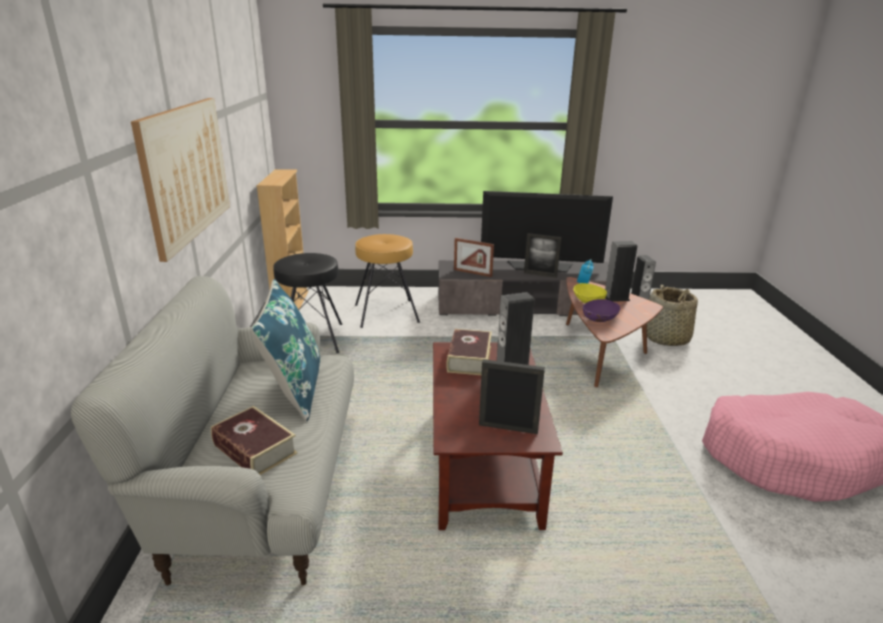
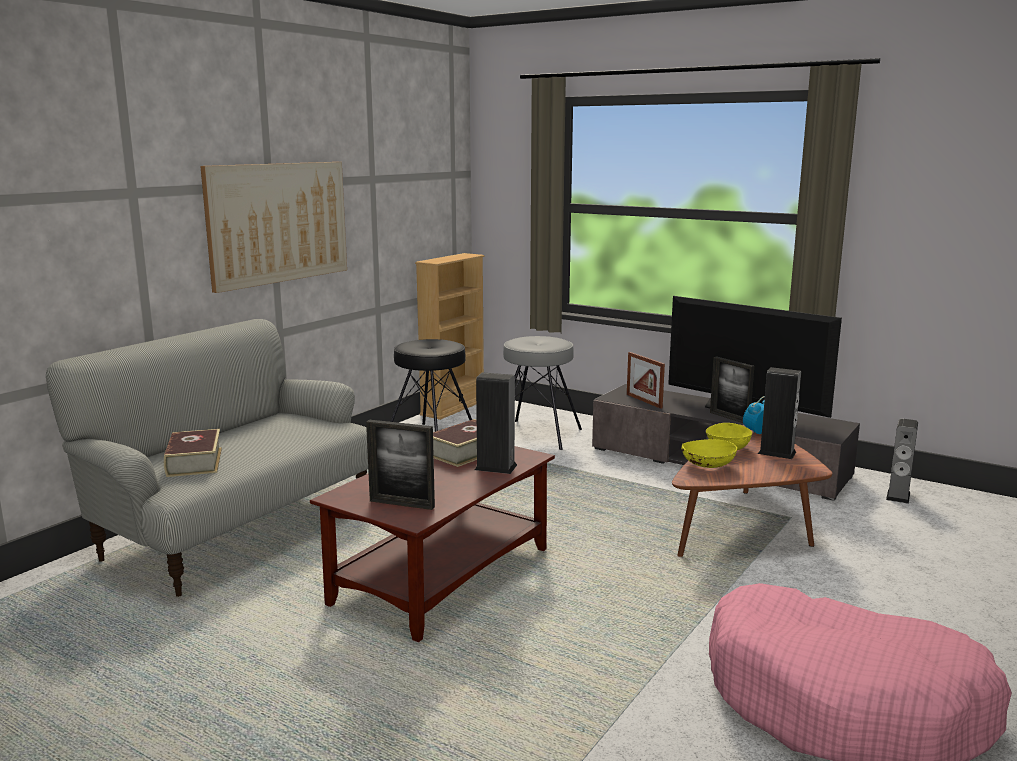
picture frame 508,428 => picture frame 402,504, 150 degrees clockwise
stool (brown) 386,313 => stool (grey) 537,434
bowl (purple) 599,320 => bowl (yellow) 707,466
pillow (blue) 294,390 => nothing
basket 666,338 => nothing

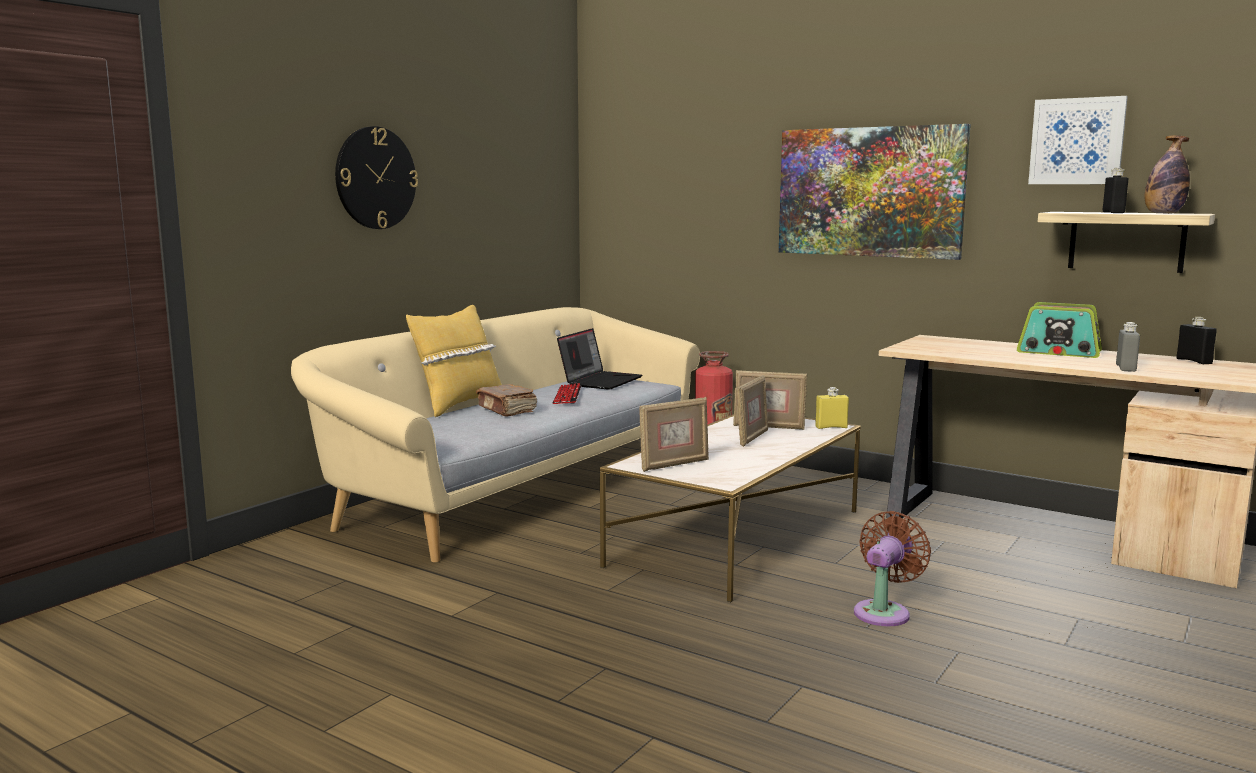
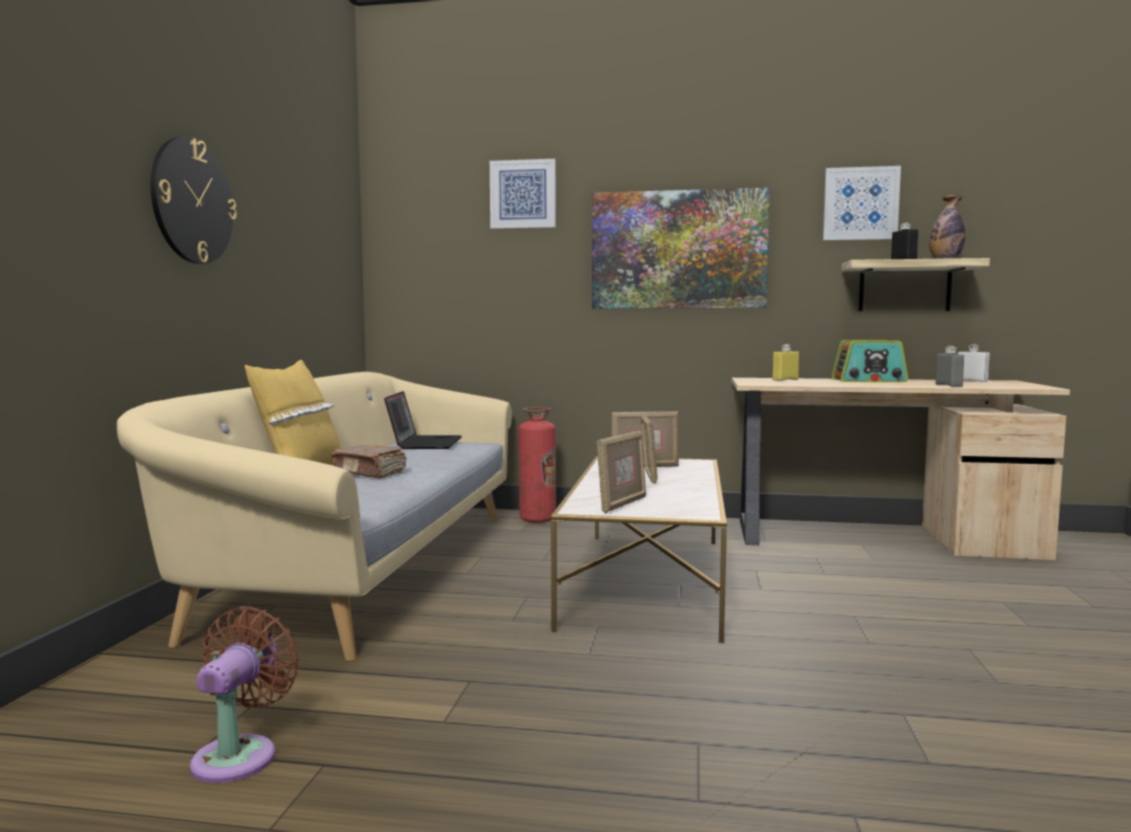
fan (brown) 884,612 => fan (brown) 240,755, moved
nothing => picture 523,194
bottle (yellow) 831,427 => bottle (yellow) 785,380, moved
bottle (black) 1194,361 => bottle (white) 971,381
keyboard 567,396 => nothing

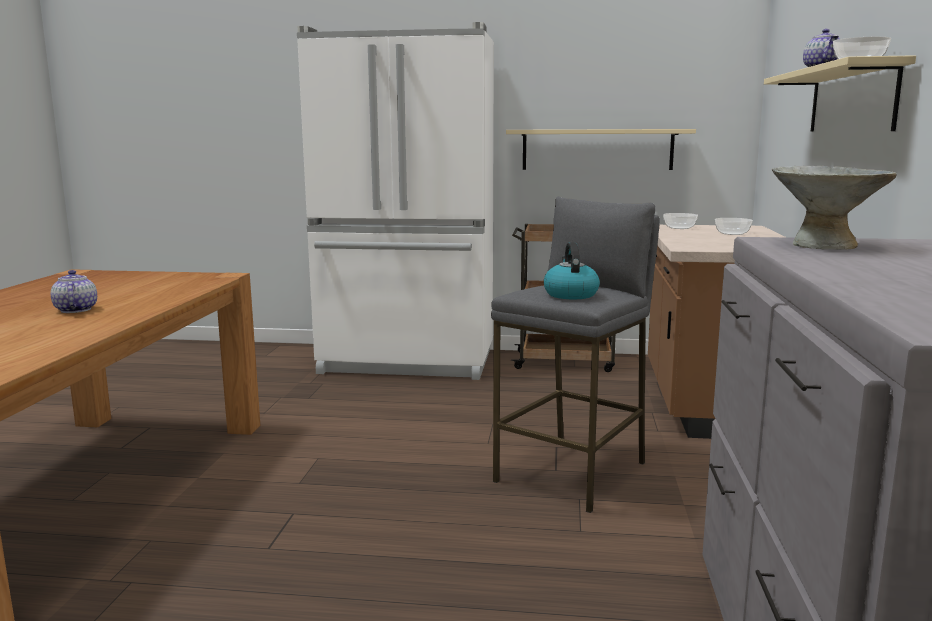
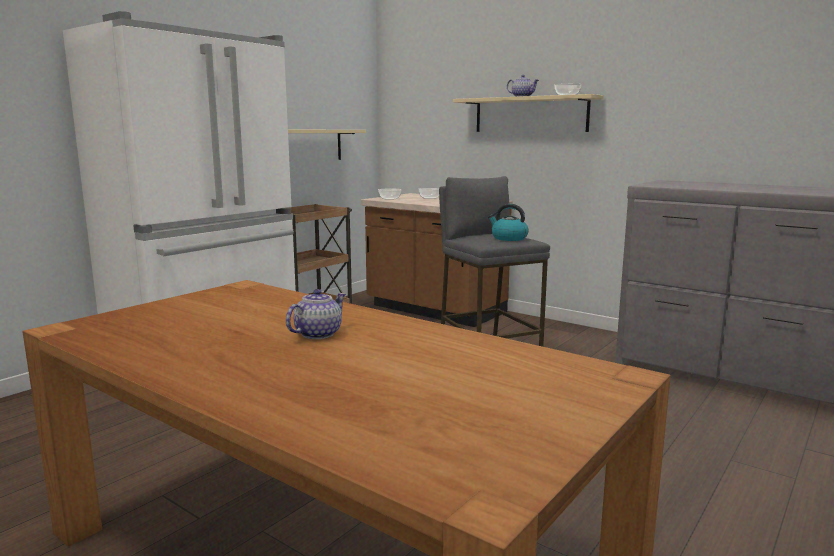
teapot 75,310 => teapot 318,334, 120 degrees clockwise
bowl (grey) 824,245 => nothing

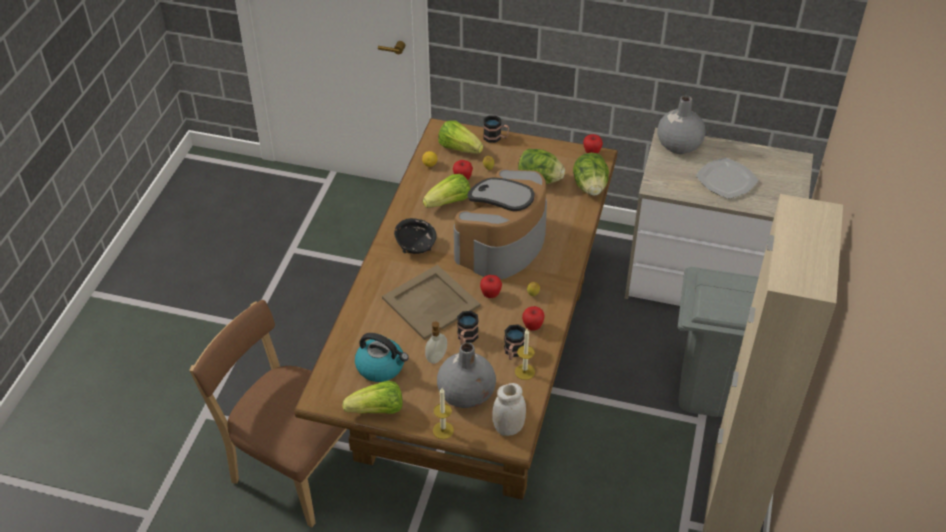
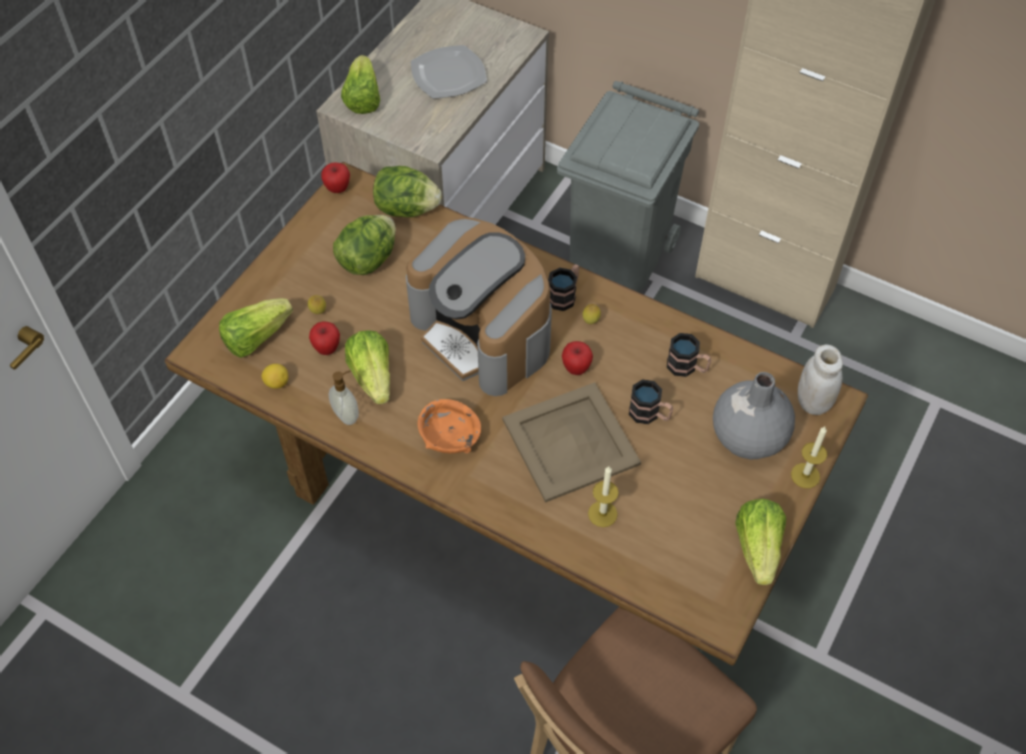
soap dispenser 437,358 => soap dispenser 347,415, moved
vase (grey) 678,145 => lettuce 363,98
bowl (black) 415,245 => bowl (orange) 449,438
mug 496,138 => mug 565,295, moved
candle 524,372 => candle 602,514, moved
kettle 381,367 => nothing
apple 532,326 => nothing

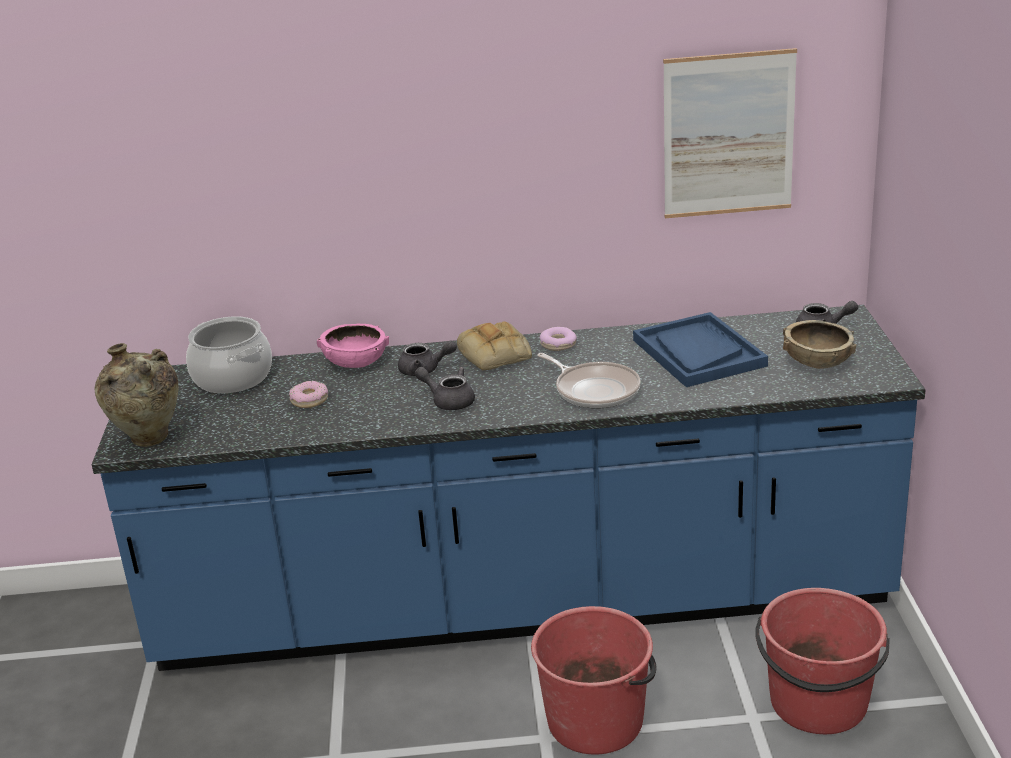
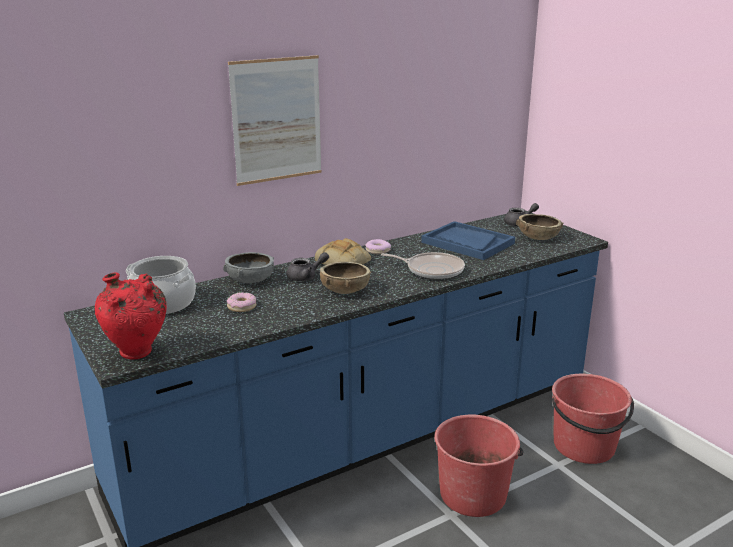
vase (beige) 149,441 => vase (red) 137,354
bowl (pink) 355,362 => bowl (grey) 250,280
picture 728,135 => picture 277,120, moved
teapot (grey) 449,401 => bowl (brown) 344,290

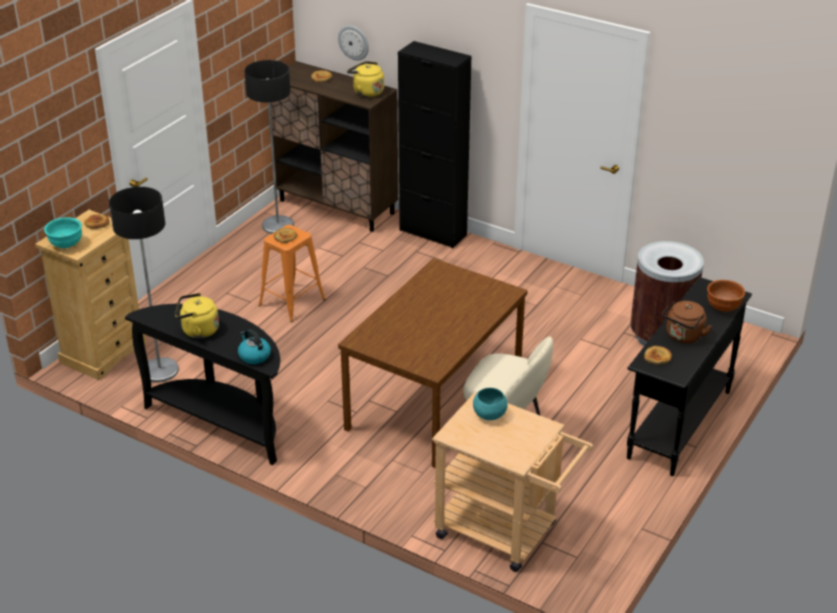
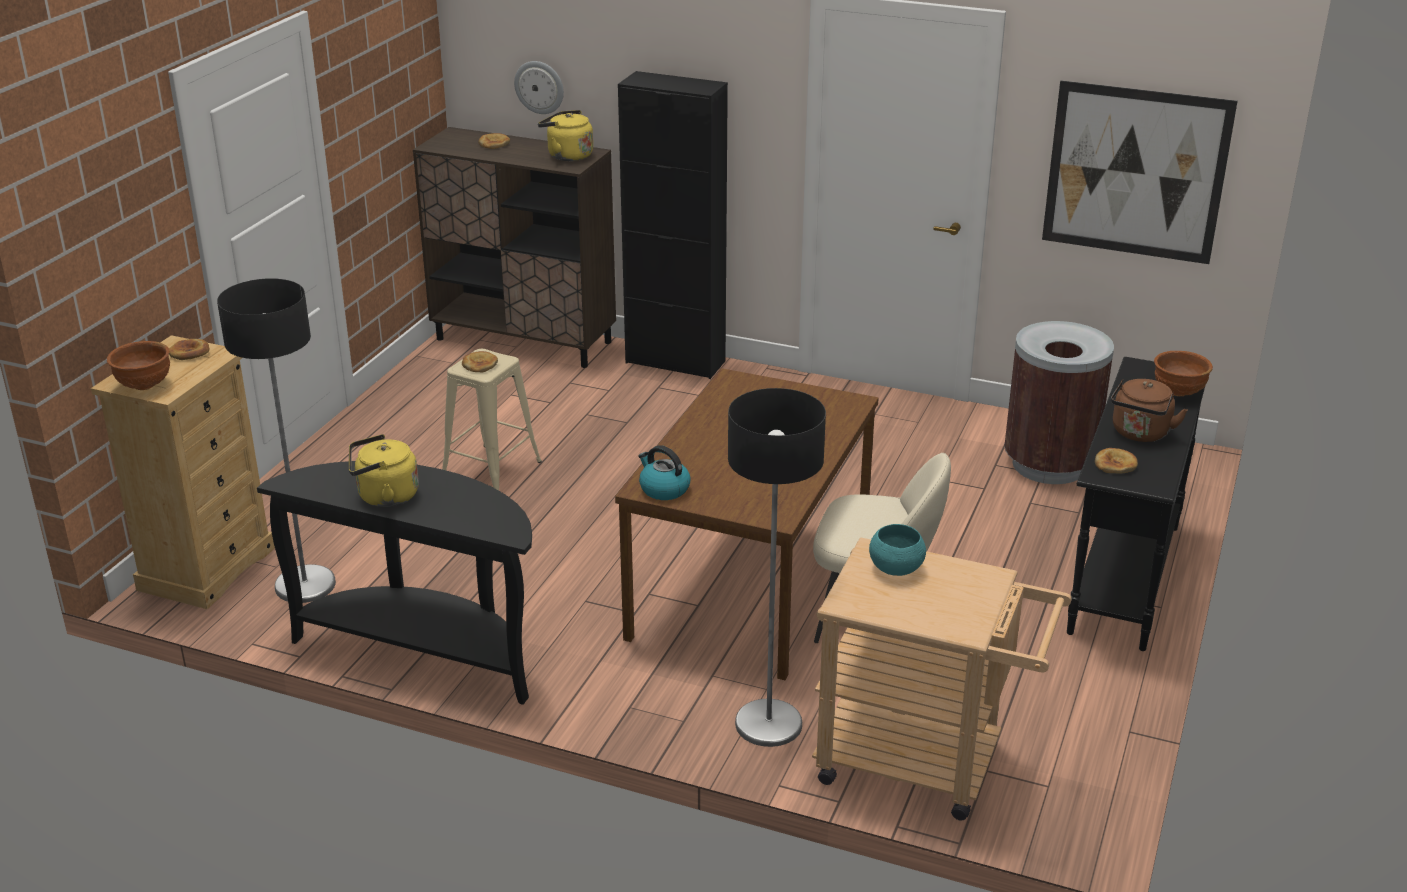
bowl (turquoise) 65,245 => bowl (brown) 143,385
stool (orange) 291,303 => stool (beige) 490,471
kettle 254,356 => kettle 663,489, moved
floor lamp 277,226 => floor lamp 768,724, moved
nothing => picture 1135,172

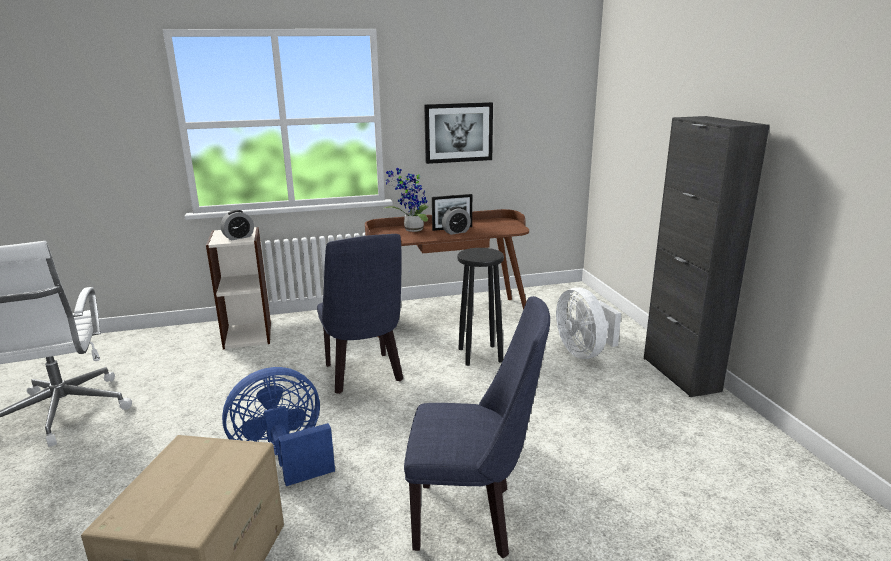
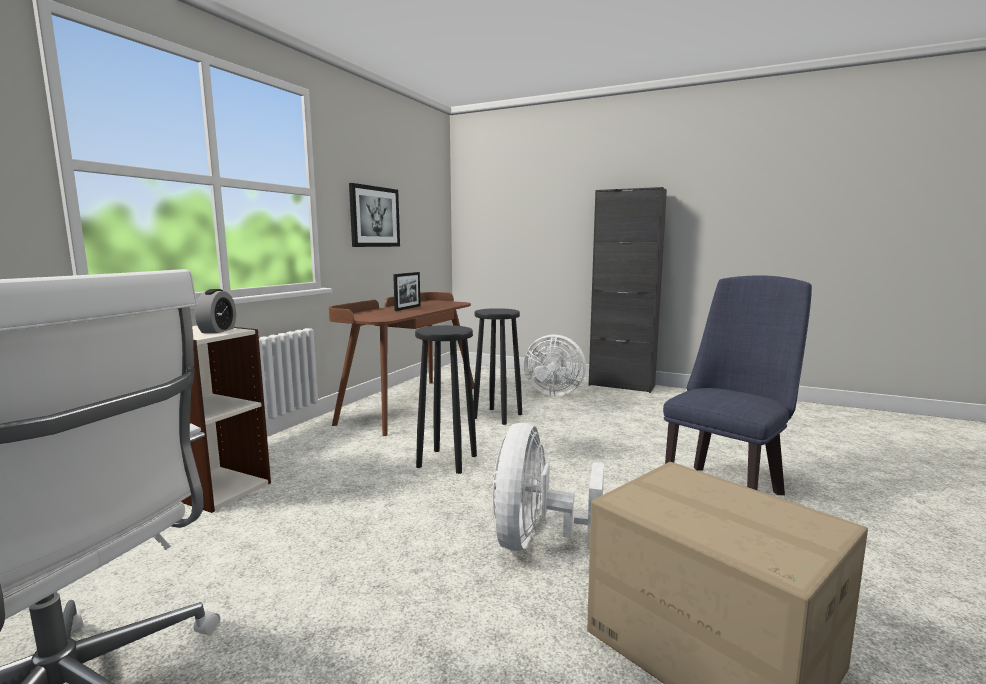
chair (blue) 365,376 => stool (black) 446,461
fan (blue) 284,457 => fan (white) 536,540
potted plant 411,230 => nothing
alarm clock 456,232 => nothing

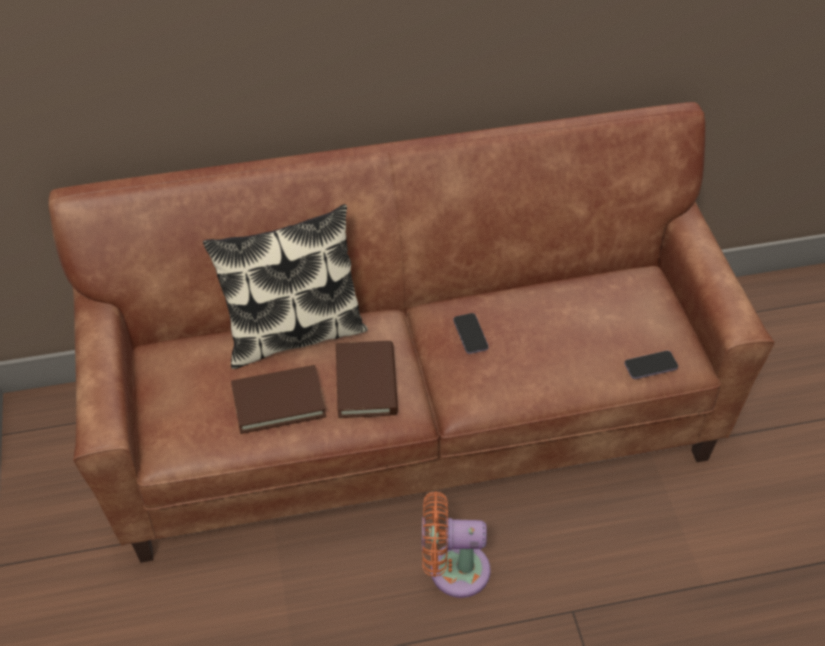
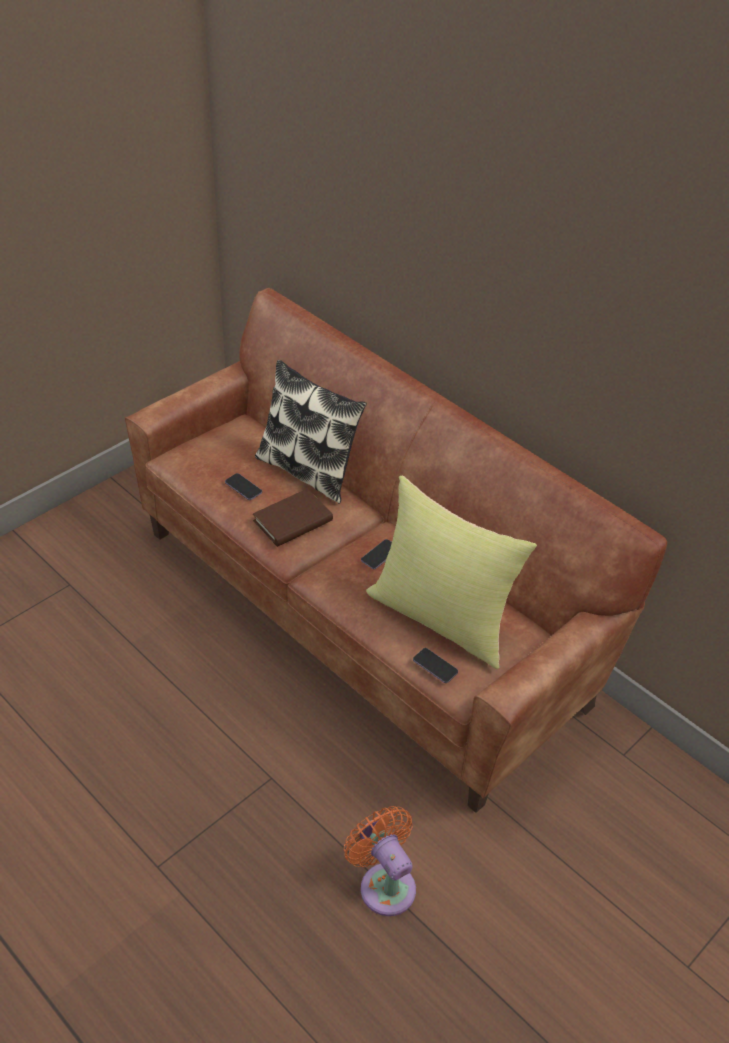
book (brown) 278,402 => phone 243,488
fan (orange) 452,570 => fan (orange) 384,884, moved
nothing => pillow (yellow) 442,617

